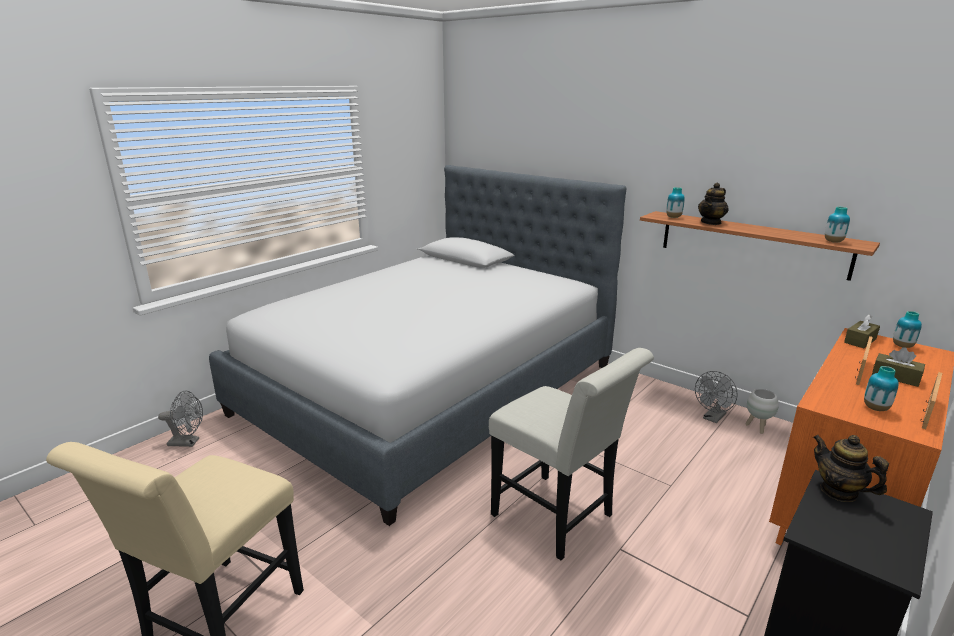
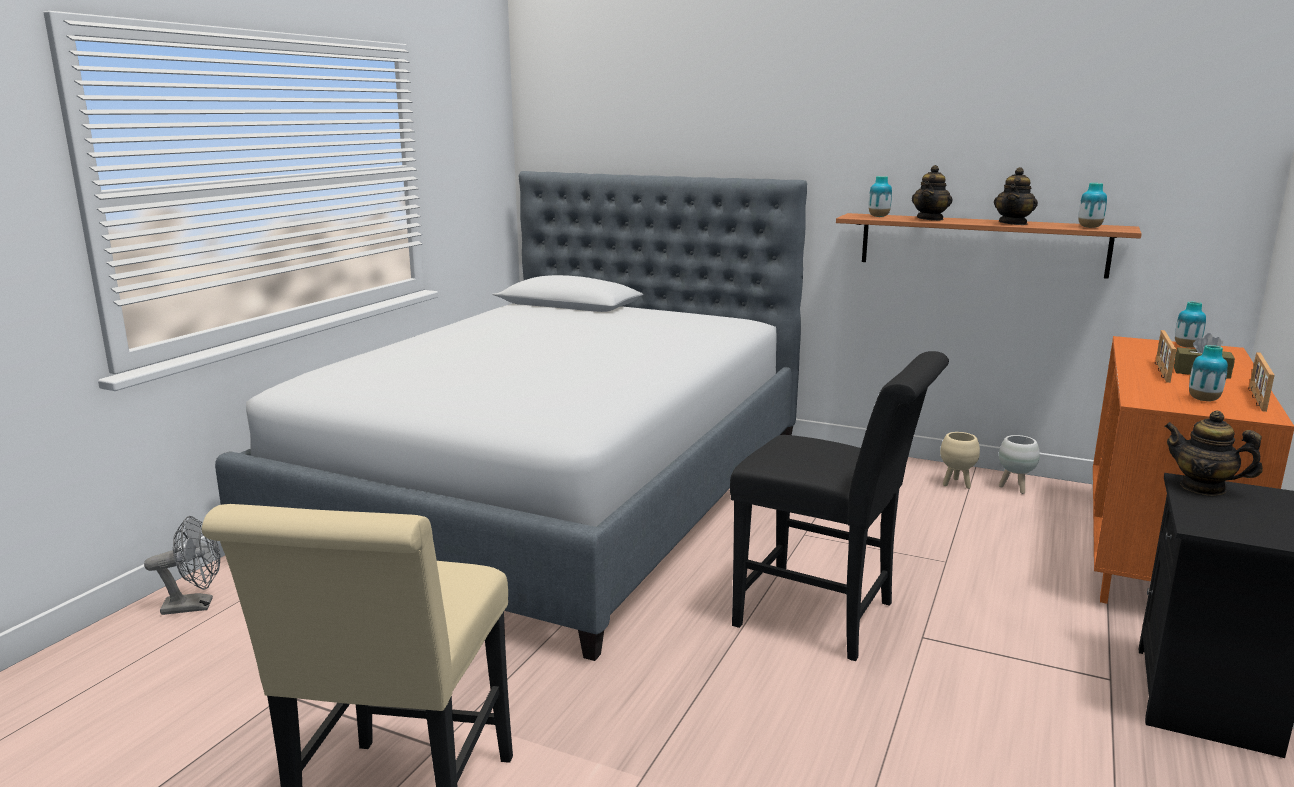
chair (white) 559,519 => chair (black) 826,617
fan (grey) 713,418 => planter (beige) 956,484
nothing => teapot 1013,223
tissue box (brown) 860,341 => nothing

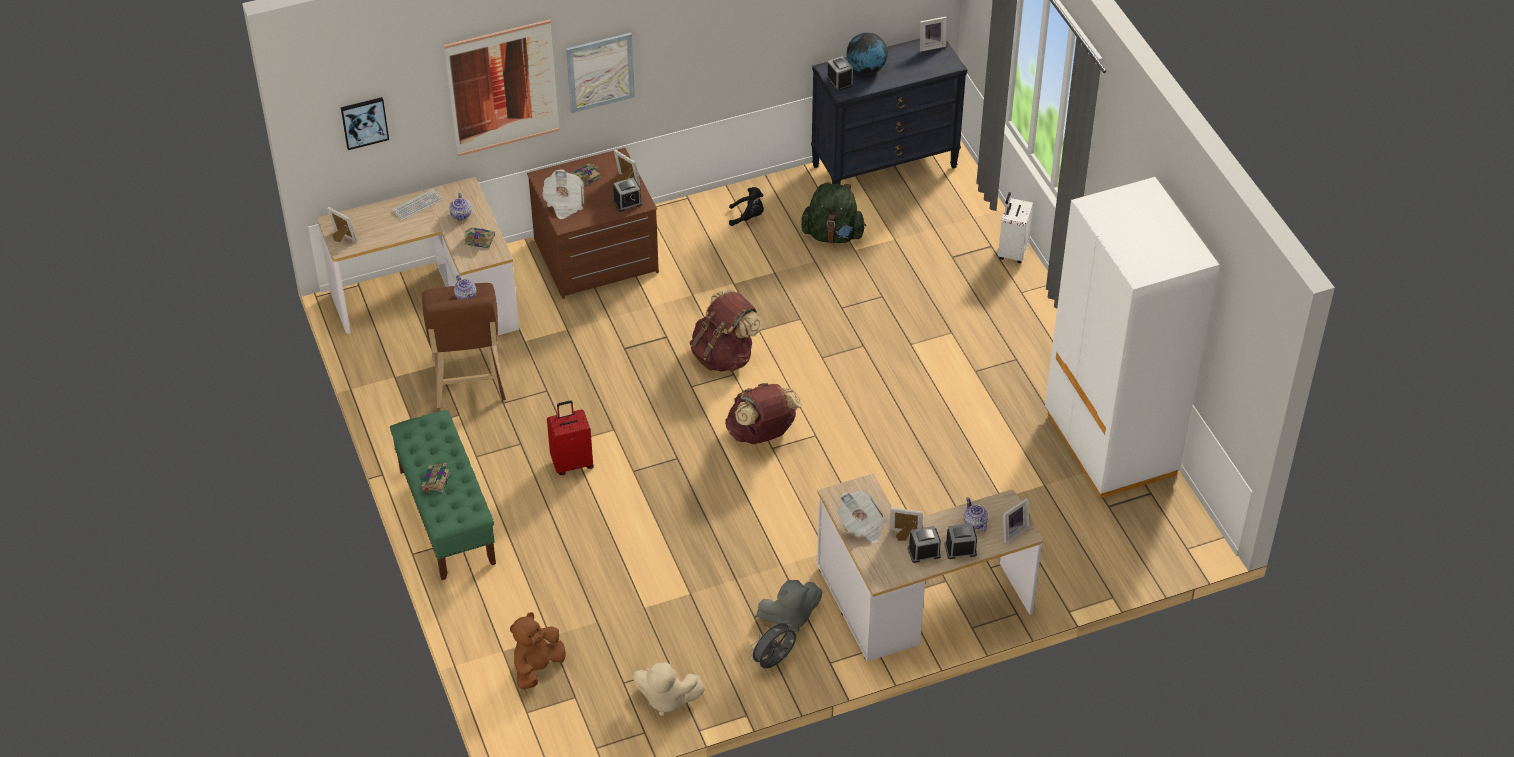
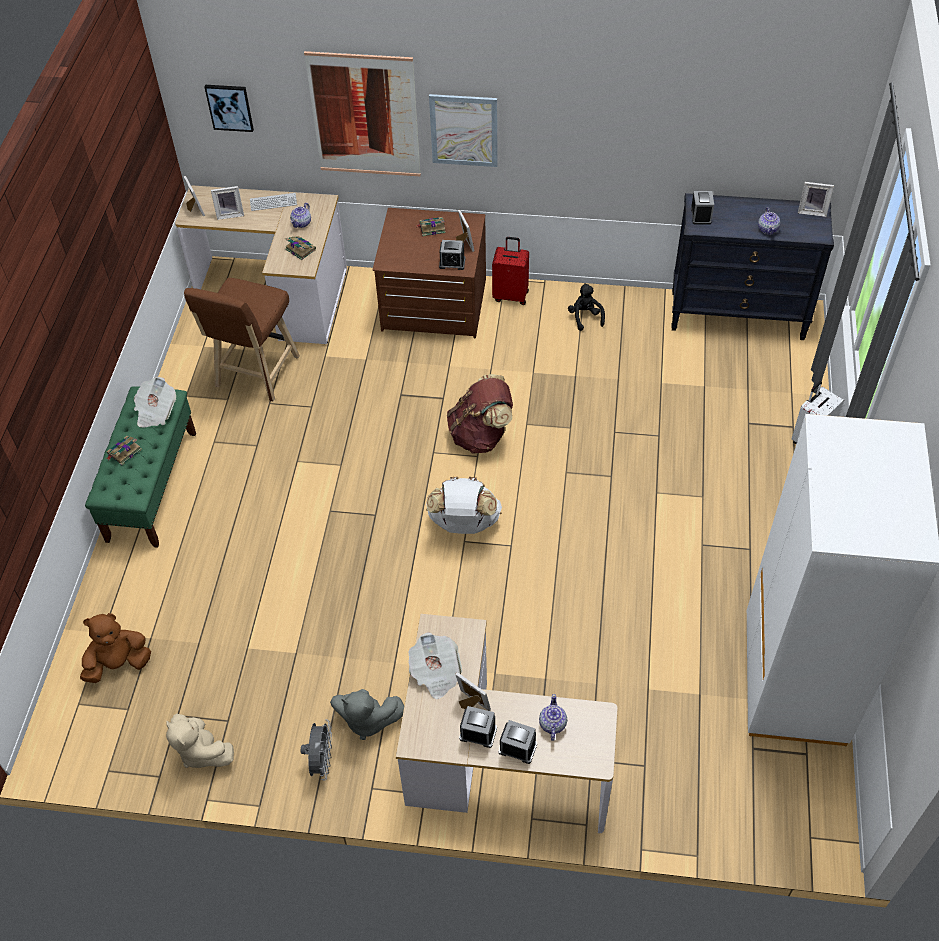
newspaper 564,203 => newspaper 155,411, moved
picture frame 1012,531 => picture frame 230,214, moved
fan (grey) 774,662 => fan (grey) 321,761, 105 degrees clockwise
backpack (brown) 761,434 => backpack (white) 464,523
suitcase (red) 572,463 => suitcase (red) 511,295, moved
plush toy (black) 748,217 => plush toy (black) 585,317, 135 degrees counterclockwise
teapot 466,296 => teapot 768,229, moved
backpack (green) 833,235 => nothing
globe 866,69 => nothing

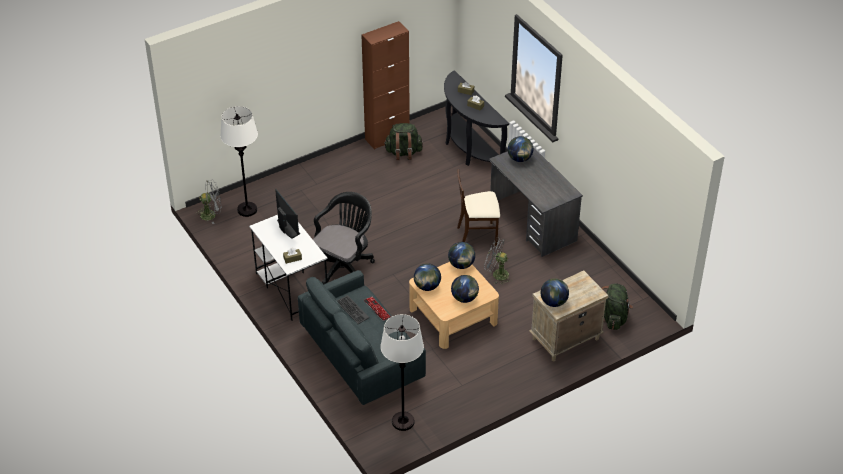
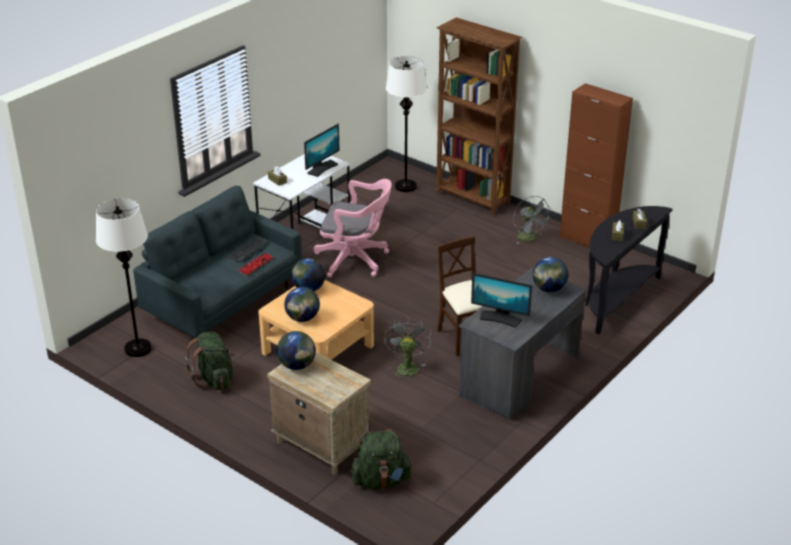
backpack (green) 403,153 => backpack (green) 214,379, moved
office chair (black) 344,267 => office chair (pink) 356,260
nothing => bookcase (brown) 473,199
nothing => monitor 500,318
fan (grey) 211,214 => fan (grey) 529,239, moved
globe 461,265 => nothing

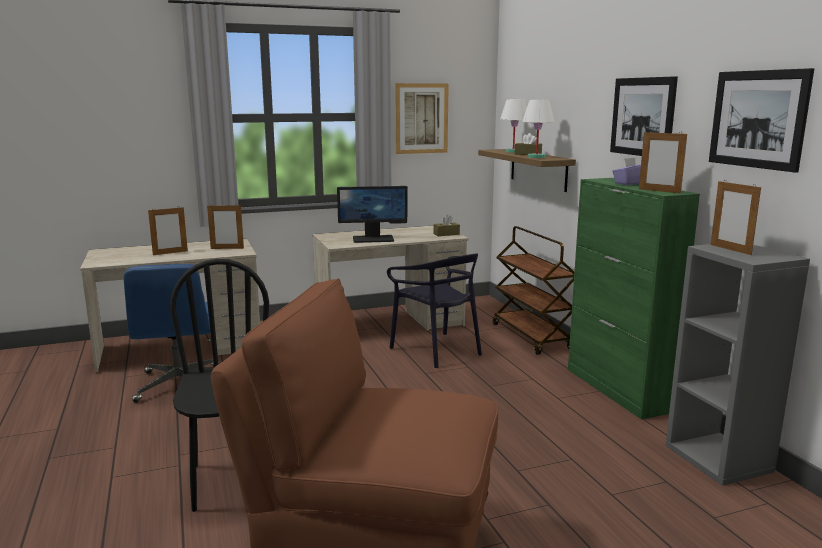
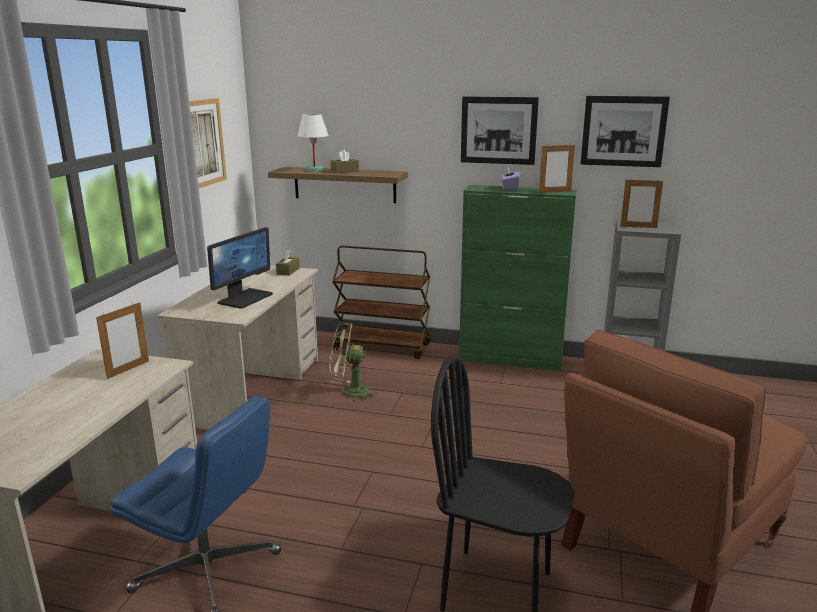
chair (black) 436,350 => fan (green) 349,392
picture frame 170,253 => nothing
table lamp (white) 536,157 => nothing

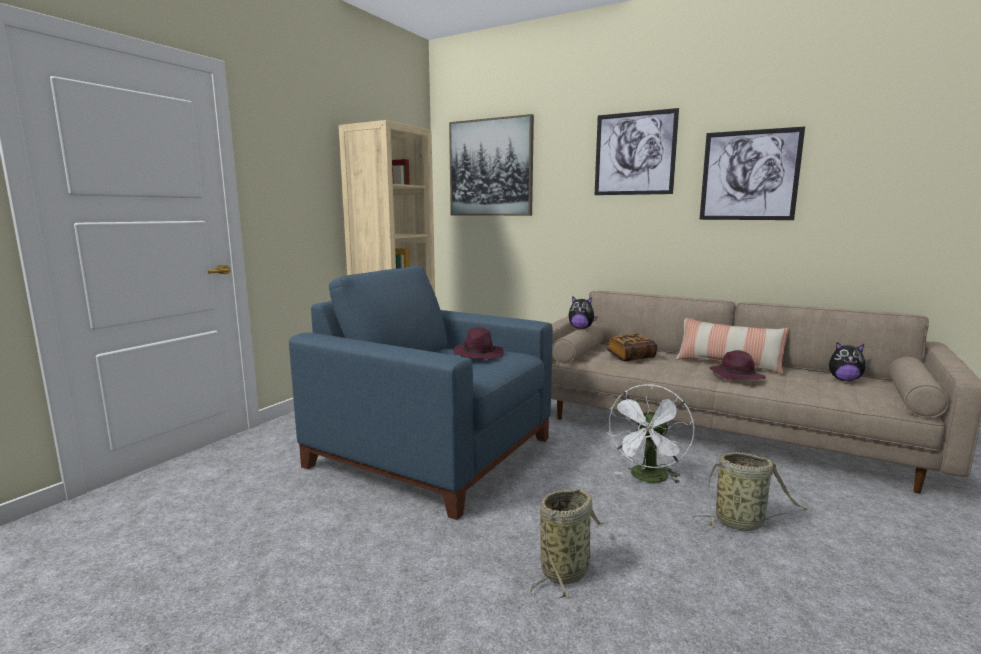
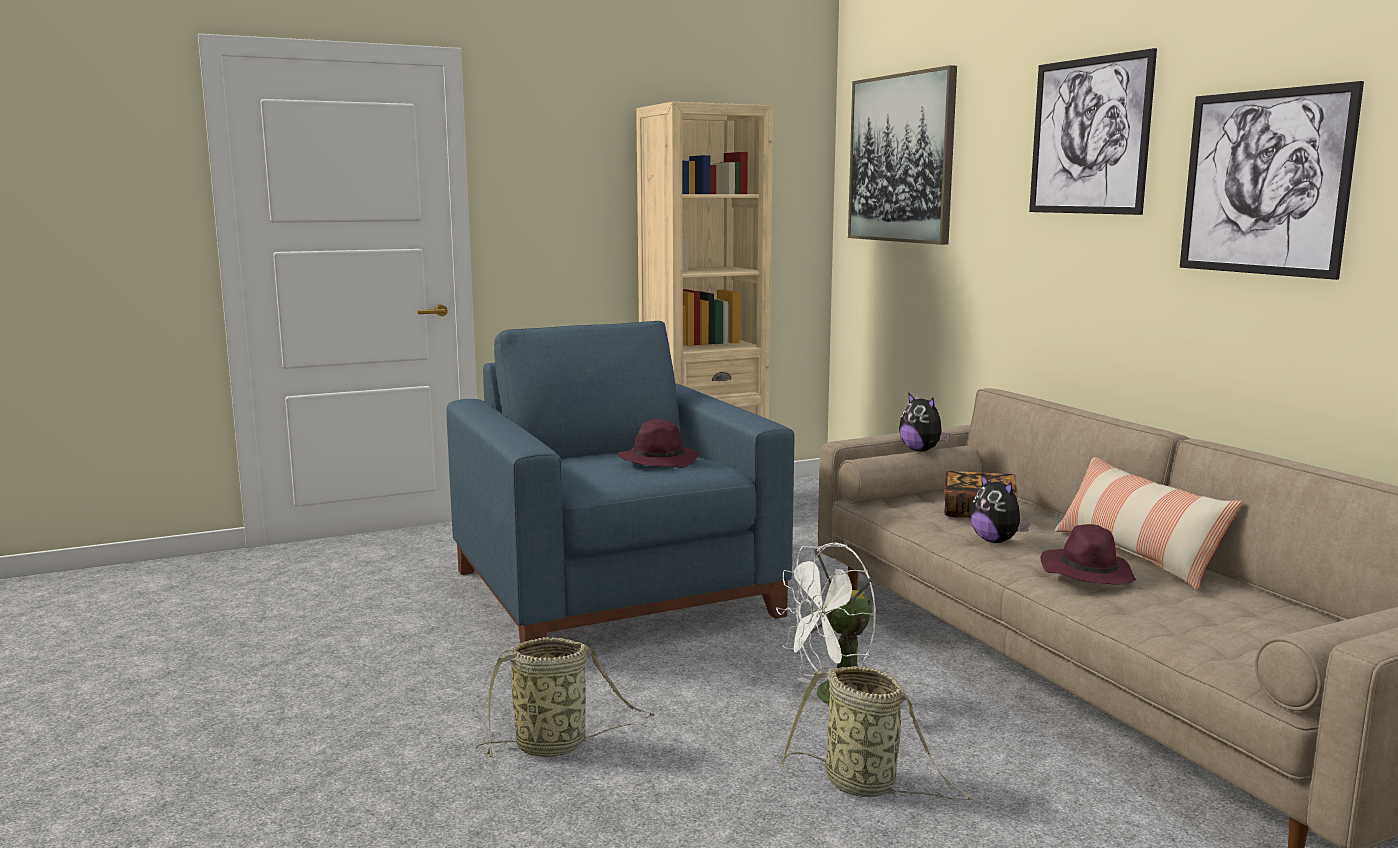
plush toy 844,380 => plush toy 996,541, moved

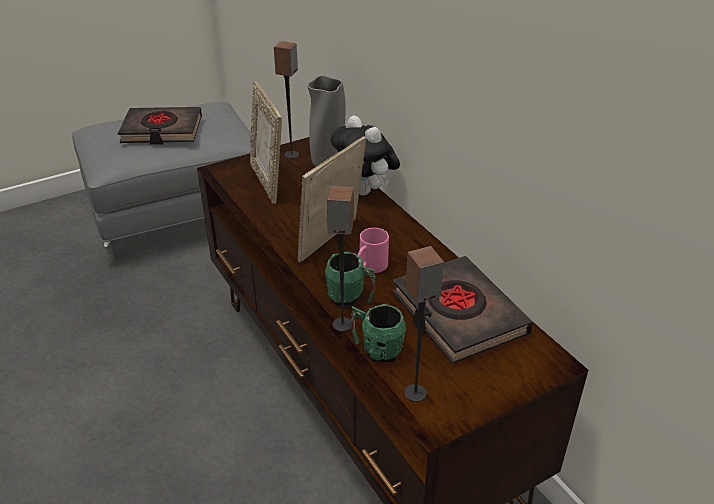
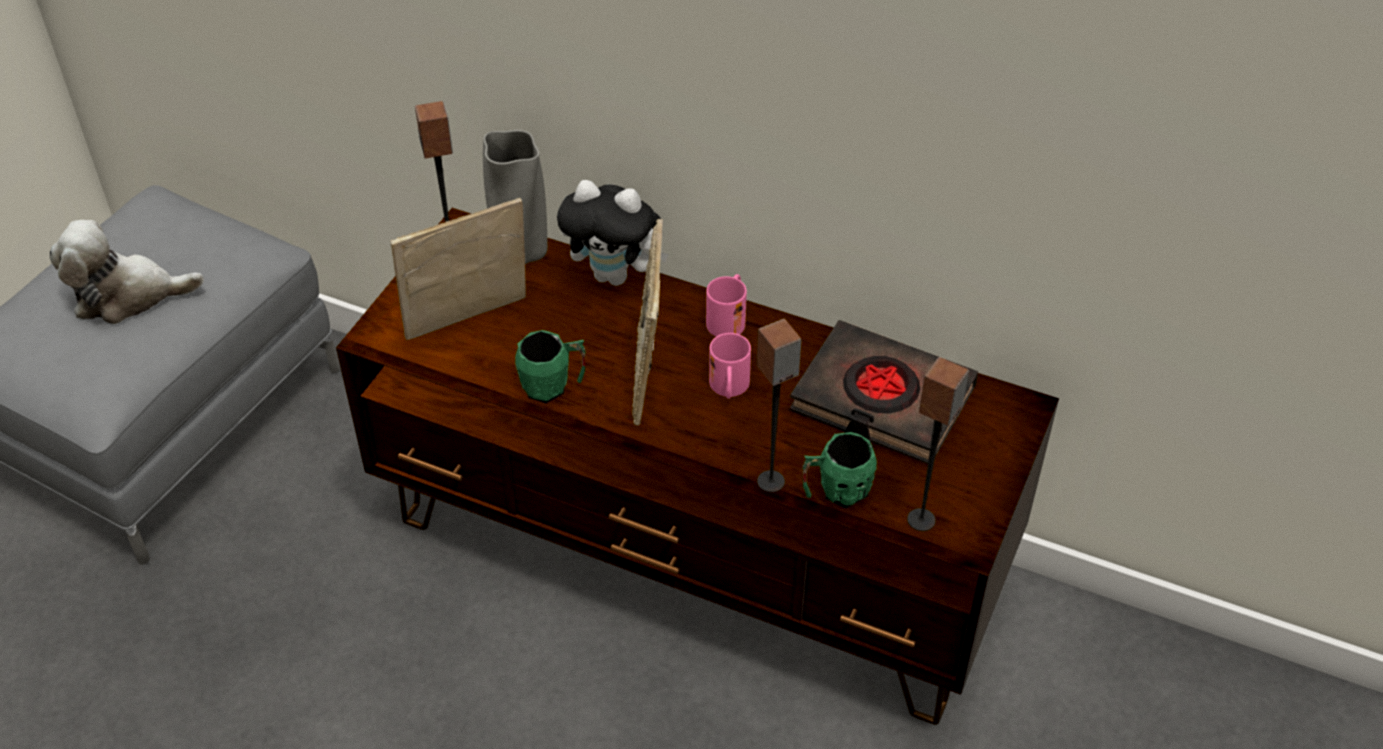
book (black) 162,130 => plush toy 127,295
picture frame 268,182 => picture frame 469,323, 120 degrees clockwise
mug (green) 350,297 => mug (green) 553,386, moved
nothing => mug (pink) 728,318

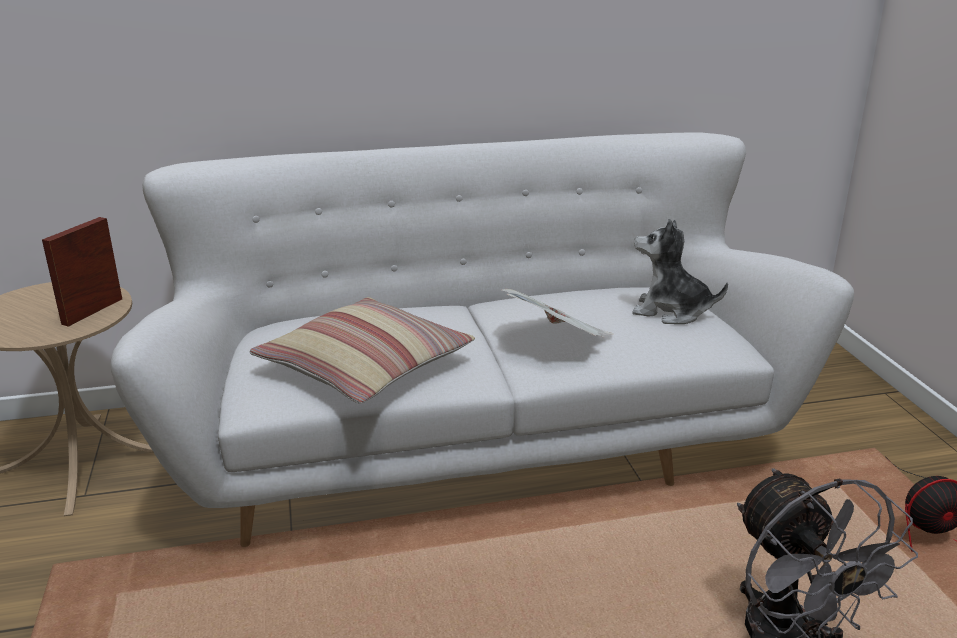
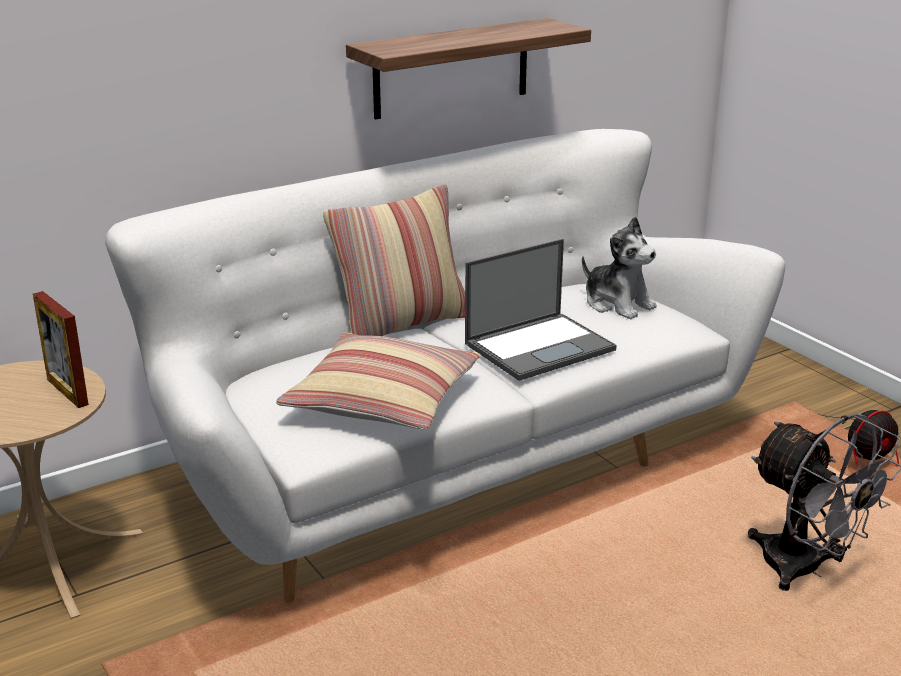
picture frame 92,311 => picture frame 67,392, 45 degrees counterclockwise
nothing => pillow 402,325
nothing => shelf 451,68
newspaper 558,341 => laptop 540,346
plush toy 671,312 => plush toy 617,304, 135 degrees counterclockwise

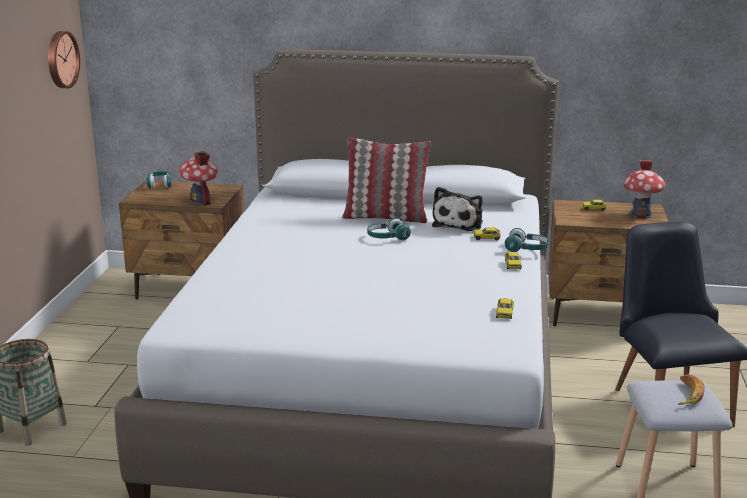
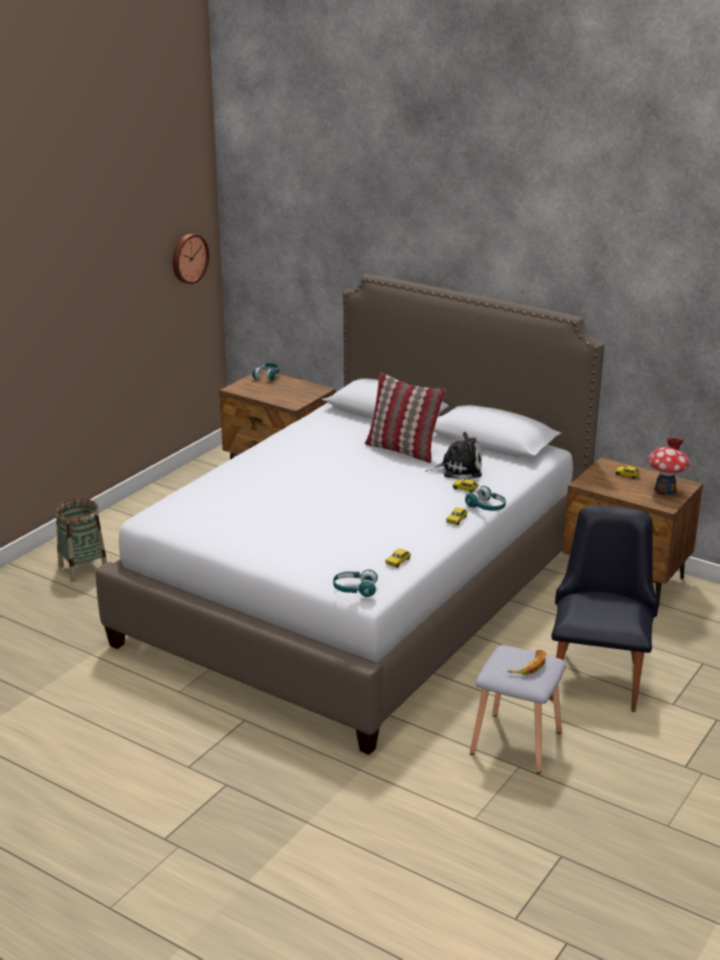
headphones (turquoise) 387,238 => headphones (turquoise) 355,589, moved
plush toy 459,223 => plush toy 458,469, 135 degrees counterclockwise
toy house 200,201 => nothing

